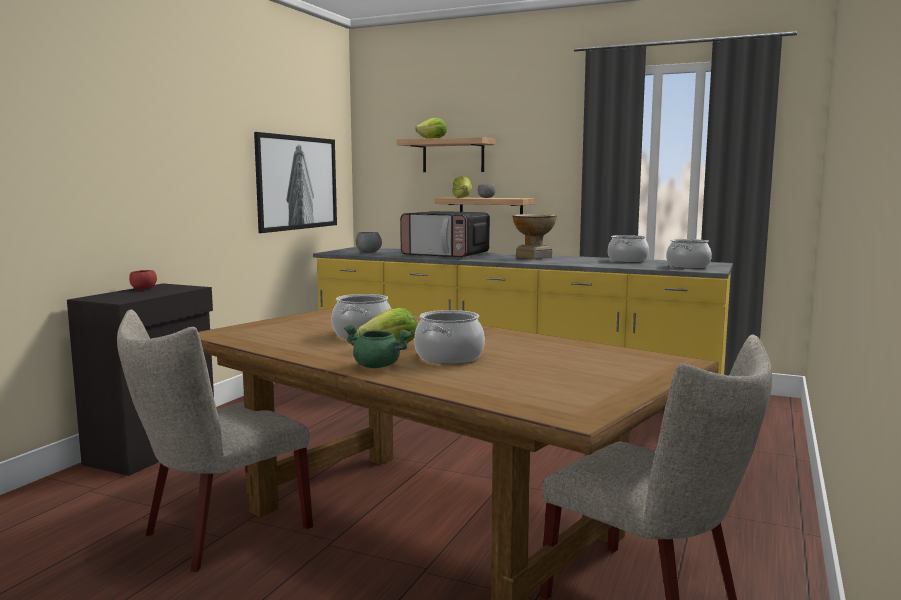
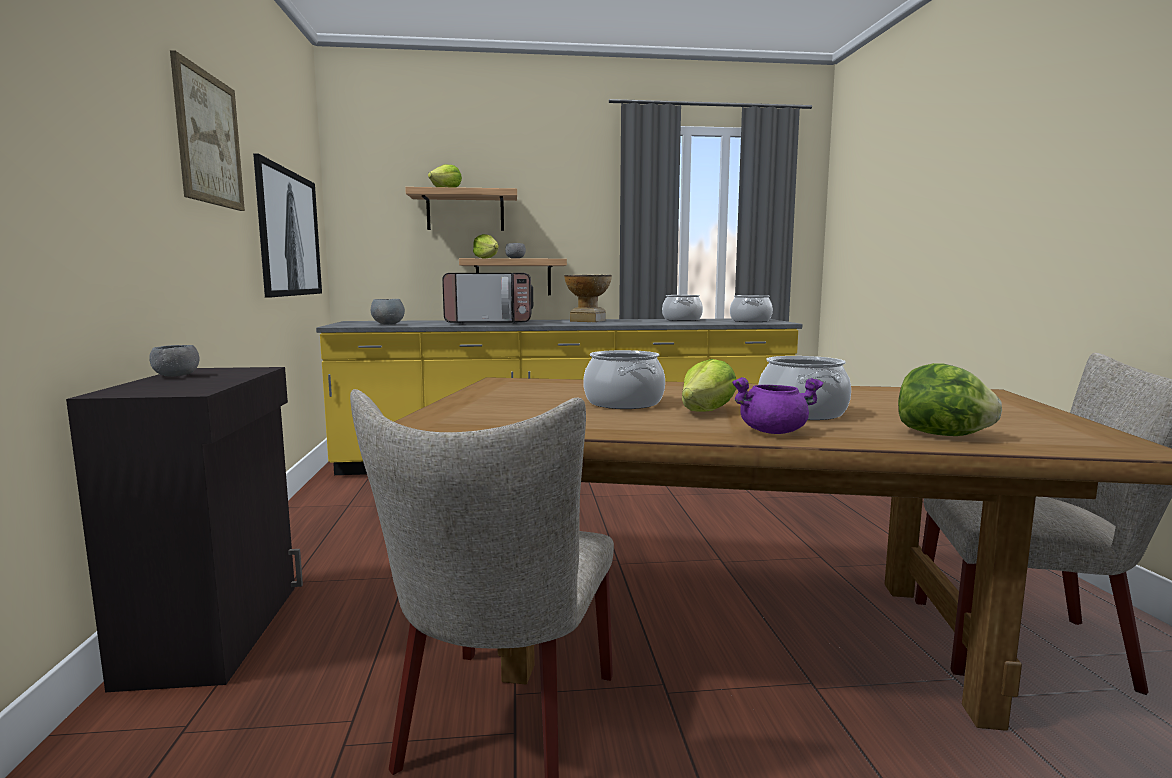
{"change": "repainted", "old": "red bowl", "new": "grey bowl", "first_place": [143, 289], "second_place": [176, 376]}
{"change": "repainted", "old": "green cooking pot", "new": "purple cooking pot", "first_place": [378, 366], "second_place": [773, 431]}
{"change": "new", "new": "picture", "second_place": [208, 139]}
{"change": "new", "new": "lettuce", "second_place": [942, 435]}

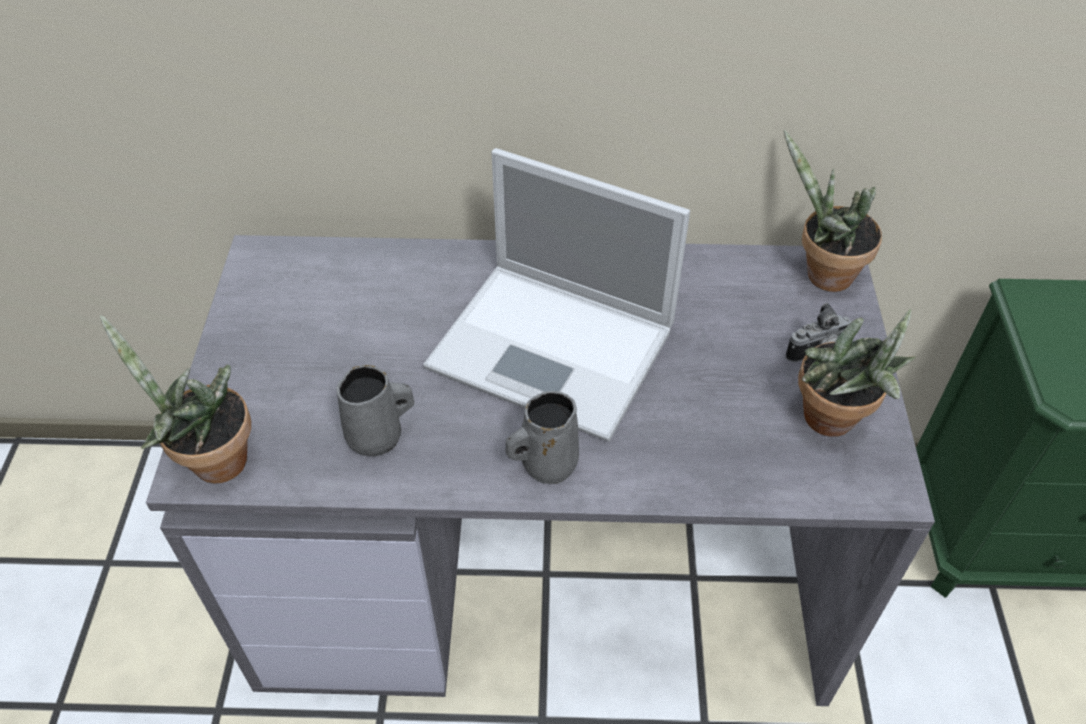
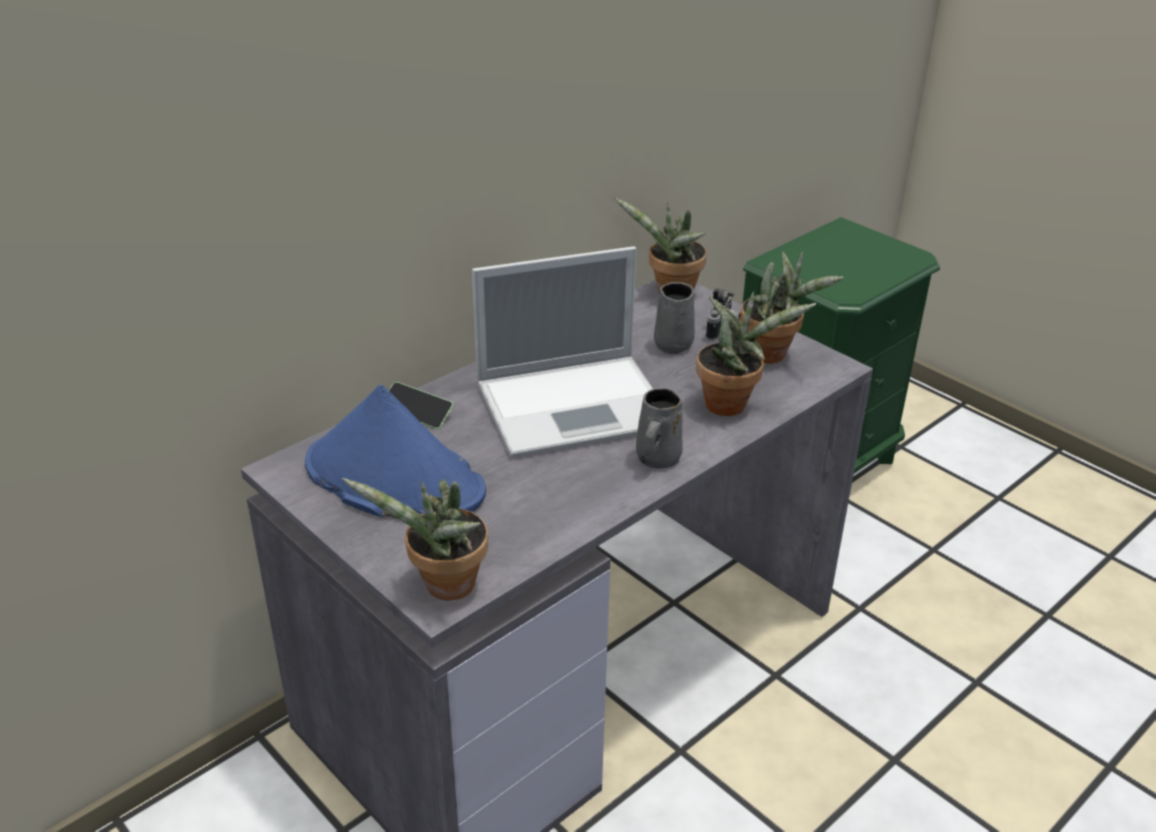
{"change": "shifted", "old": "grey mug", "first_place": [378, 437], "second_place": [674, 343]}
{"change": "new", "new": "blue hat", "second_place": [393, 479]}
{"change": "new", "new": "phone", "second_place": [417, 414]}
{"change": "new", "new": "potted plant", "second_place": [731, 403]}

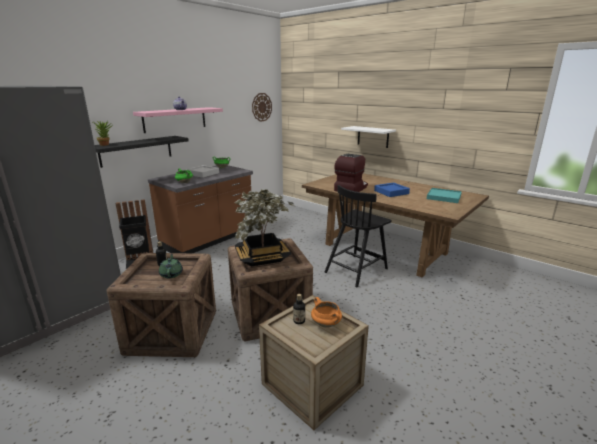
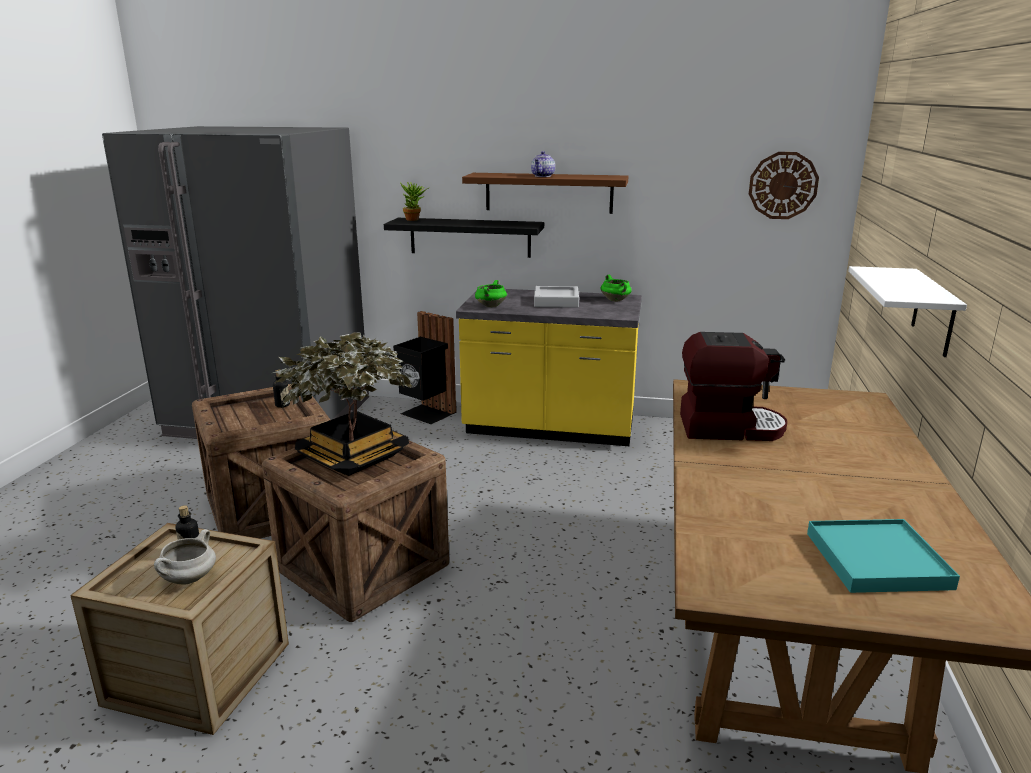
{"change": "repainted", "old": "pink shelf", "new": "brown shelf", "first_place": [175, 119], "second_place": [548, 193]}
{"change": "repainted", "old": "brown counter", "new": "yellow counter", "first_place": [209, 240], "second_place": [550, 428]}
{"change": "gone", "old": "green teapot", "first_place": [171, 274]}
{"change": "repainted", "old": "orange cooking pot", "new": "white cooking pot", "first_place": [326, 324], "second_place": [189, 579]}
{"change": "gone", "old": "black chair", "first_place": [356, 270]}
{"change": "gone", "old": "blue tray", "first_place": [391, 192]}

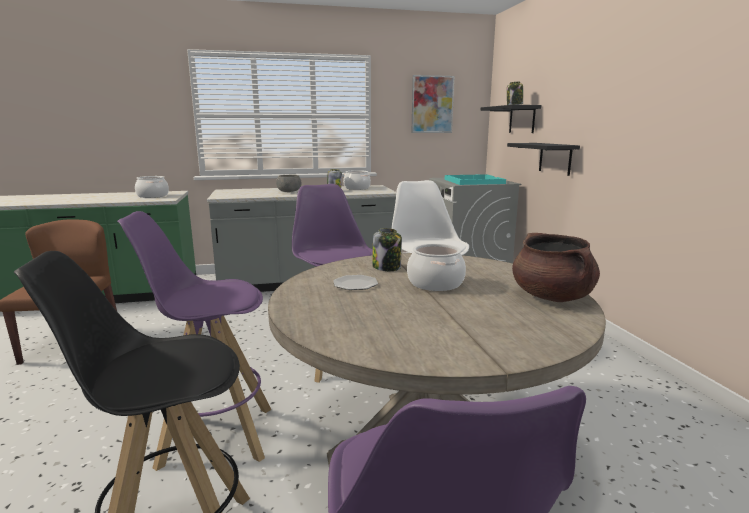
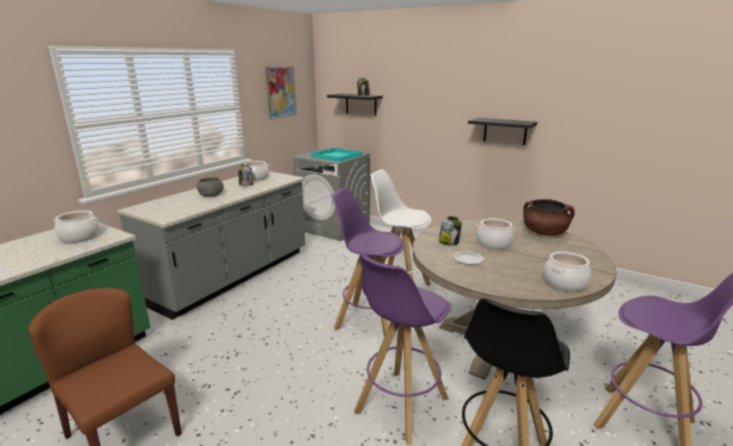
{"change": "shifted", "old": "black shelf", "first_place": [555, 158], "second_place": [505, 131]}
{"change": "new", "new": "cooking pot", "second_place": [565, 282]}

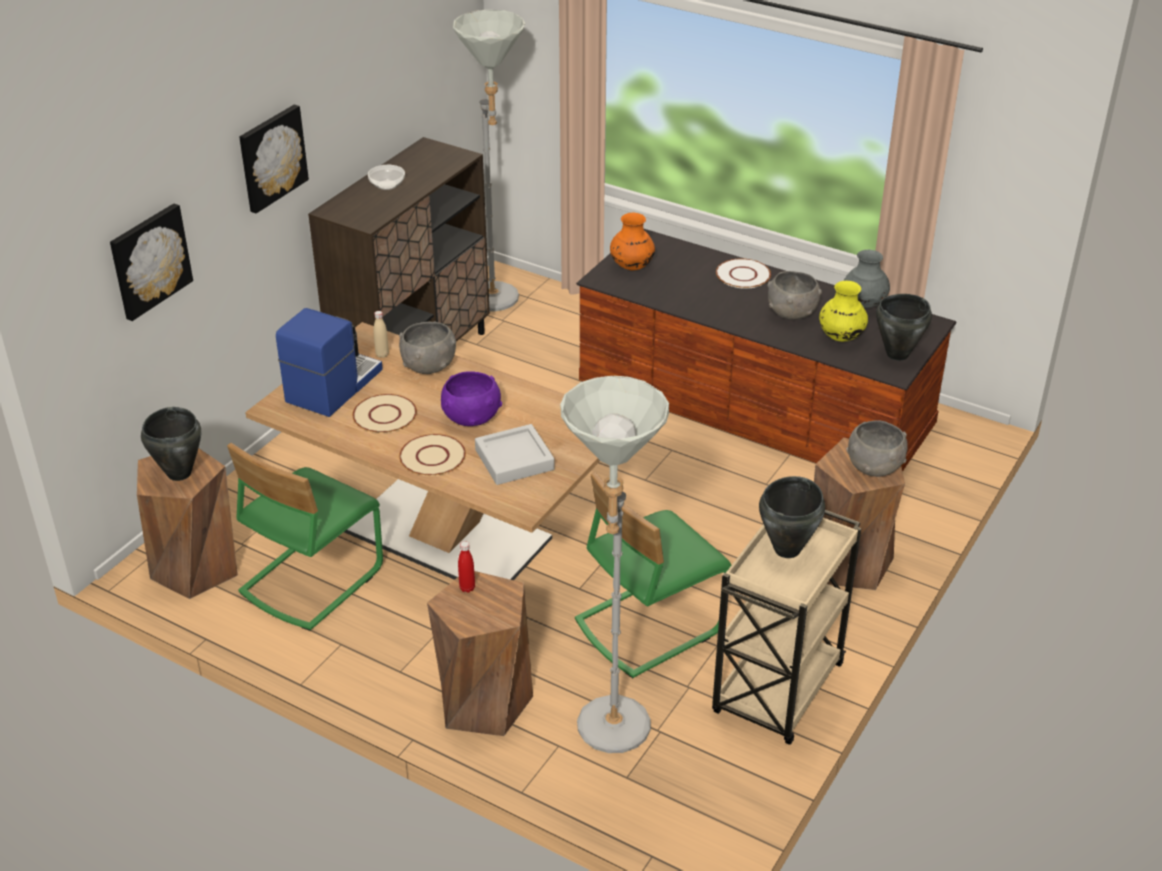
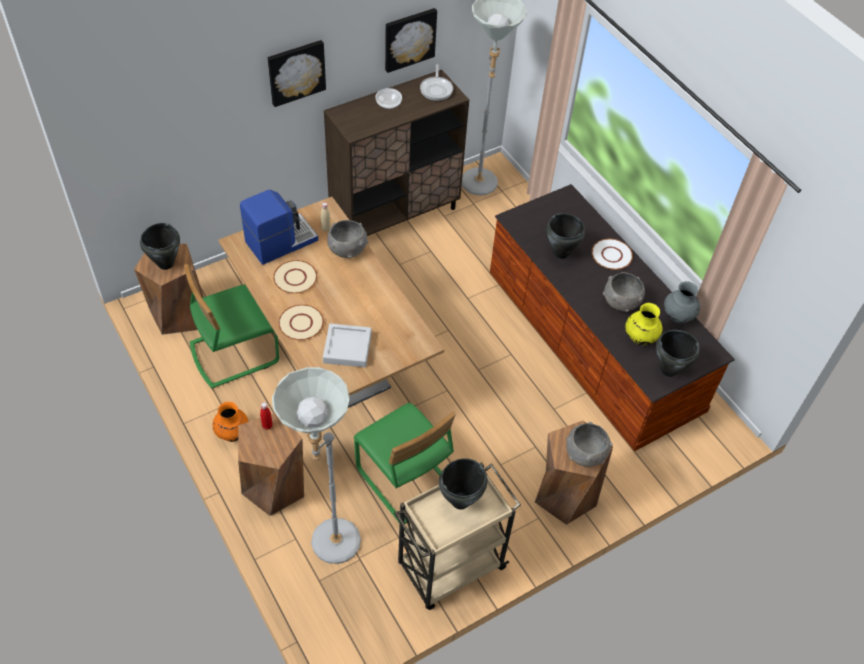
{"change": "shifted", "old": "picture", "first_place": [149, 260], "second_place": [409, 39]}
{"change": "gone", "old": "purple bowl", "first_place": [471, 418]}
{"change": "rotated", "old": "green chair", "first_place": [648, 625], "second_place": [405, 480], "degrees": -120}
{"change": "shifted", "old": "orange vase", "first_place": [631, 266], "second_place": [232, 433]}
{"change": "new", "new": "frying pan", "second_place": [436, 89]}
{"change": "new", "new": "black cooking pot", "second_place": [560, 253]}

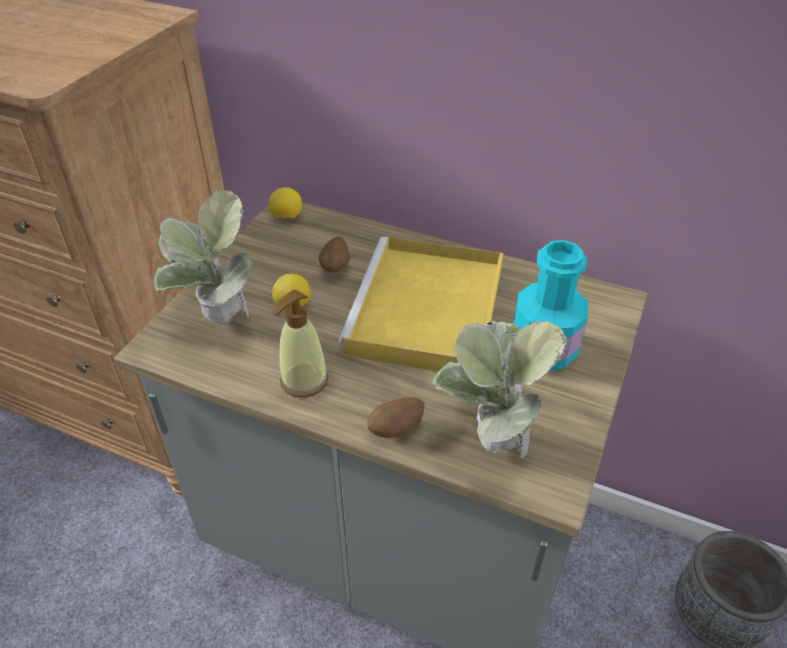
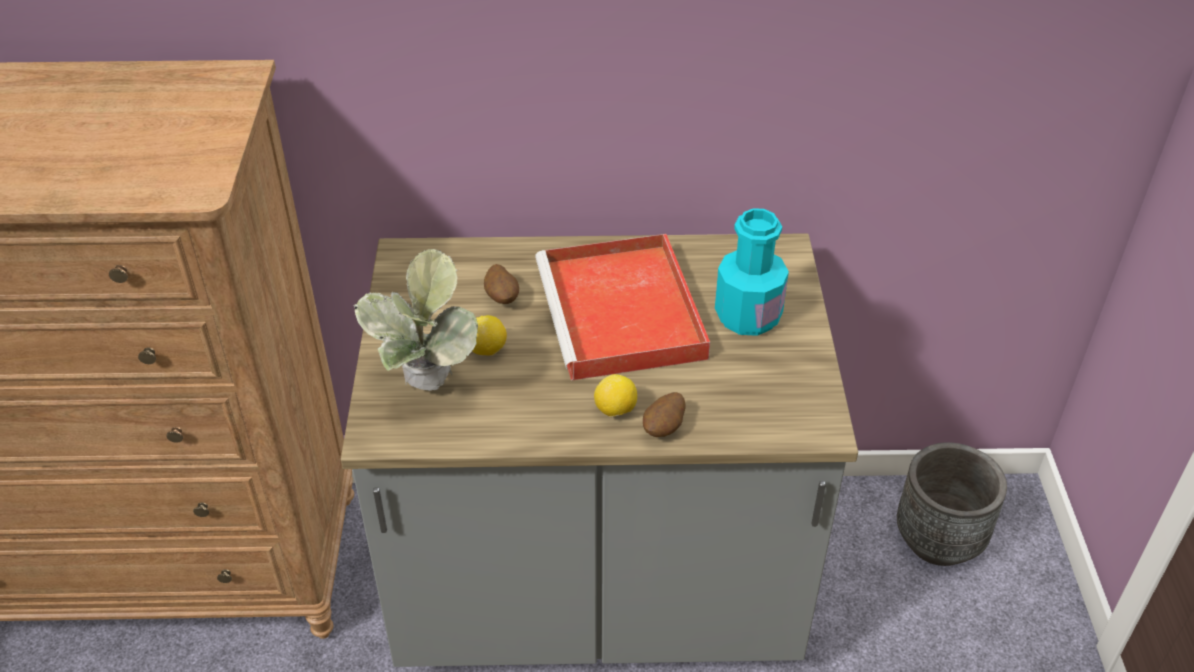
{"change": "shifted", "old": "lemon", "first_place": [287, 217], "second_place": [615, 410]}
{"change": "gone", "old": "soap dispenser", "first_place": [304, 381]}
{"change": "repainted", "old": "yellow tray", "new": "red tray", "first_place": [427, 312], "second_place": [623, 314]}
{"change": "gone", "old": "potted plant", "first_place": [489, 446]}

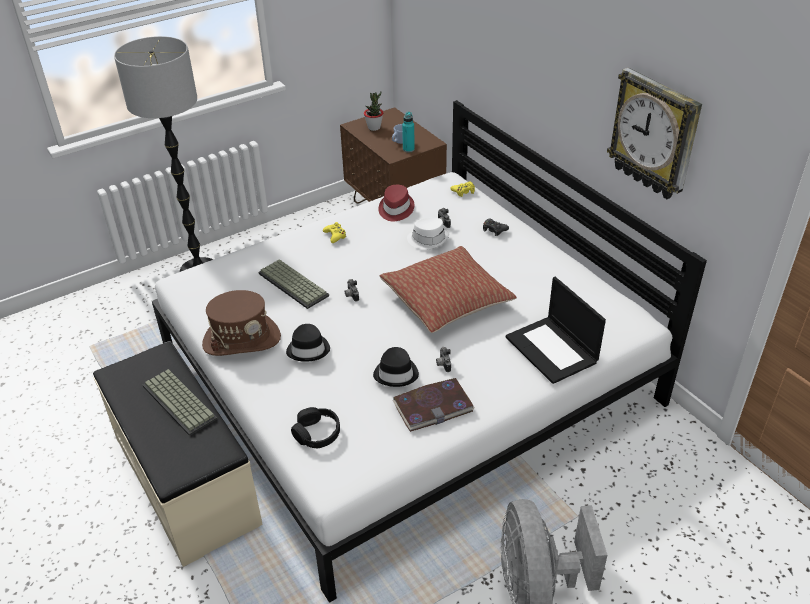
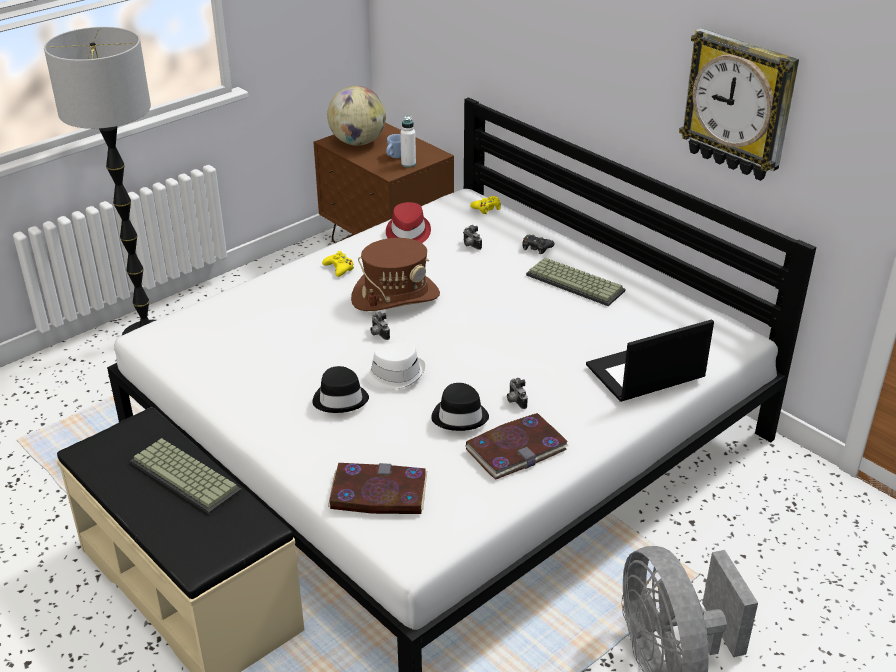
{"change": "shifted", "old": "brown hat", "first_place": [242, 340], "second_place": [395, 296]}
{"change": "shifted", "old": "keyboard", "first_place": [295, 284], "second_place": [576, 282]}
{"change": "swapped", "old": "black headphones", "new": "book", "first_place": [317, 433], "second_place": [378, 493]}
{"change": "swapped", "old": "potted plant", "new": "globe", "first_place": [374, 127], "second_place": [358, 142]}
{"change": "gone", "old": "pillow", "first_place": [447, 300]}
{"change": "repainted", "old": "turquoise bottle", "new": "white bottle", "first_place": [408, 149], "second_place": [408, 164]}
{"change": "shifted", "old": "white hat", "first_place": [428, 239], "second_place": [395, 374]}
{"change": "rotated", "old": "laptop", "first_place": [552, 350], "second_place": [644, 373], "degrees": 105}

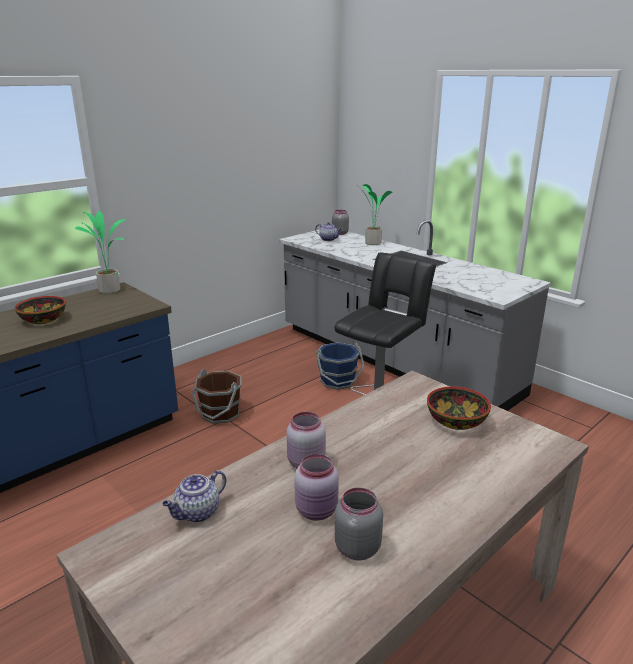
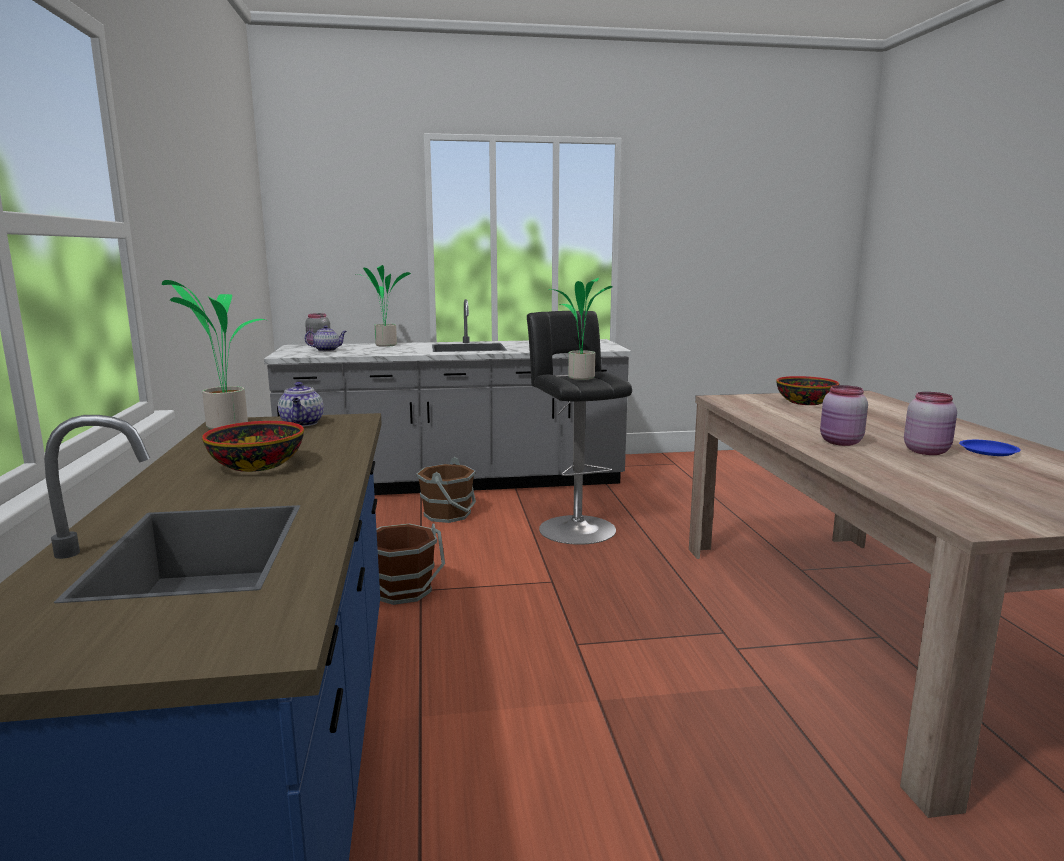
{"change": "shifted", "old": "teapot", "first_place": [197, 513], "second_place": [302, 423]}
{"change": "repainted", "old": "blue bucket", "new": "brown bucket", "first_place": [338, 381], "second_place": [448, 514]}
{"change": "swapped", "old": "grey jar", "new": "blue plate", "first_place": [356, 548], "second_place": [988, 451]}
{"change": "new", "new": "potted plant", "second_place": [580, 378]}

